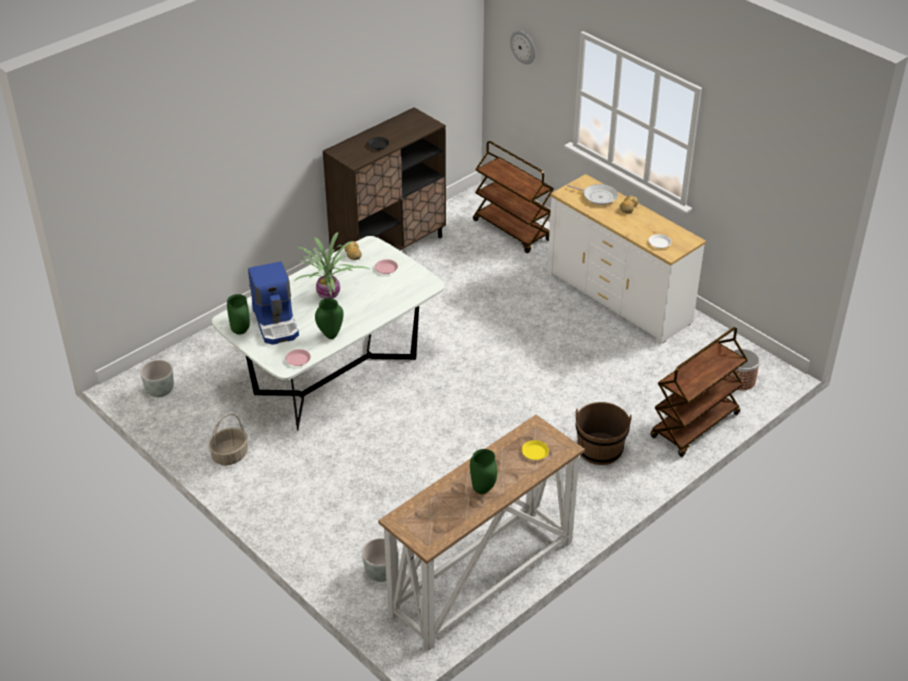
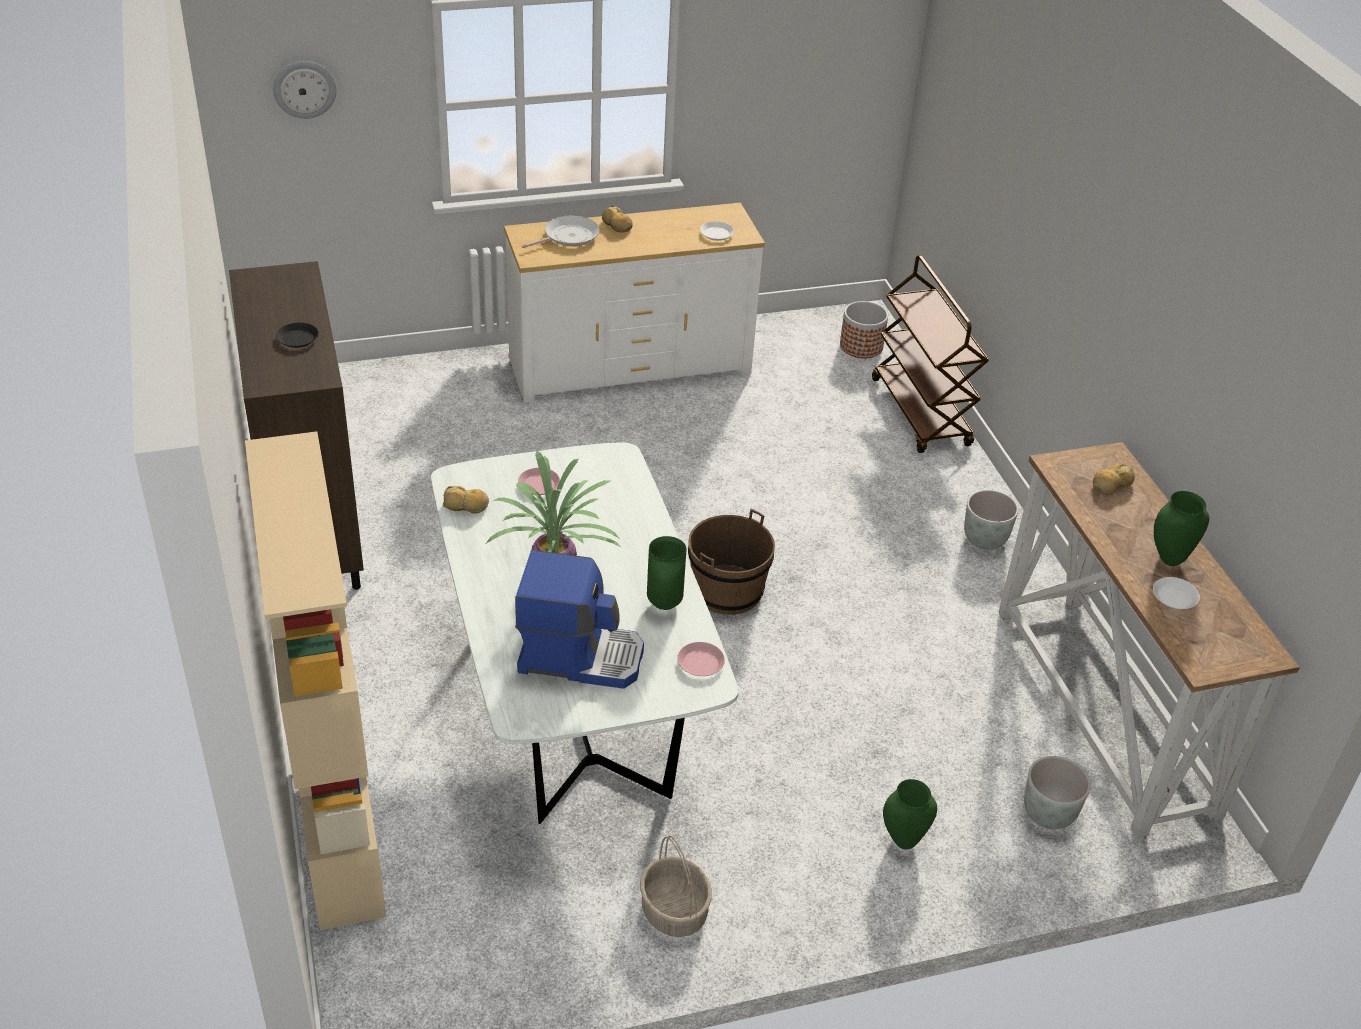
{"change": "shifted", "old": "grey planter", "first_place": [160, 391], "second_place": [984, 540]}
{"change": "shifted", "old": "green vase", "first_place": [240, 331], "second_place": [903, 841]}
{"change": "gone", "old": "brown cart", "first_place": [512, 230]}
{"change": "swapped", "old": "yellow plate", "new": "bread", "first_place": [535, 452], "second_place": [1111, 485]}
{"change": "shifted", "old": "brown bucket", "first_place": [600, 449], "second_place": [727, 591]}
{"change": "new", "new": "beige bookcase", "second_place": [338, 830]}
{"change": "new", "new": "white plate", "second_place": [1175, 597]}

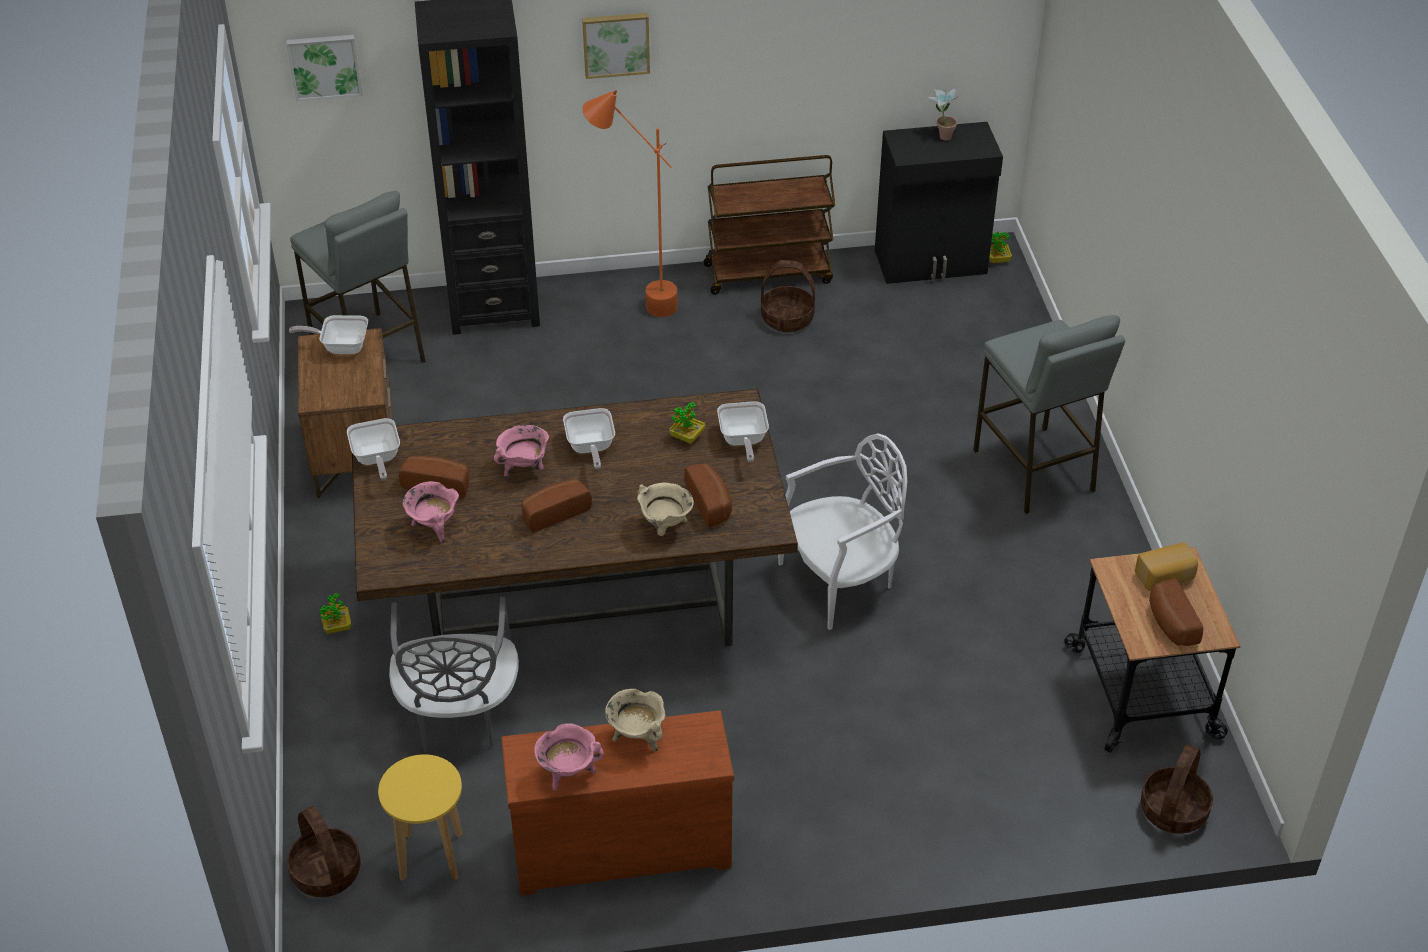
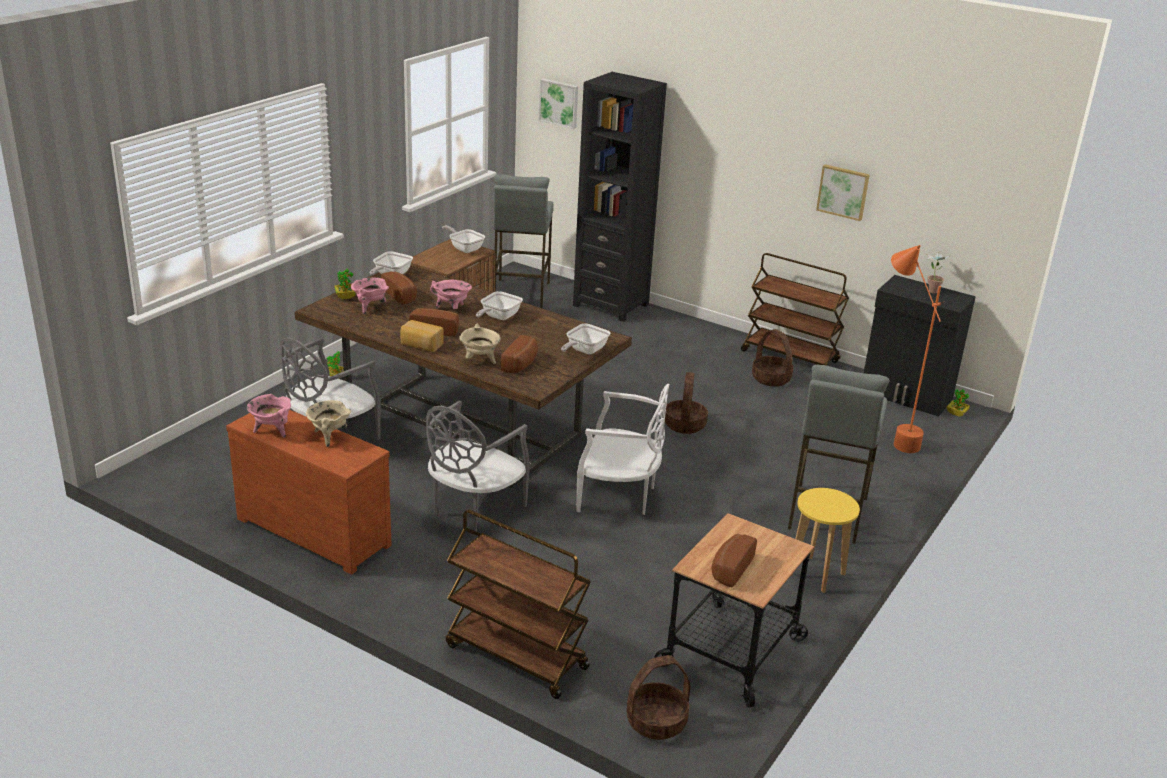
{"change": "shifted", "old": "basket", "first_place": [325, 872], "second_place": [684, 424]}
{"change": "shifted", "old": "yellow stool", "first_place": [431, 857], "second_place": [816, 575]}
{"change": "shifted", "old": "picture", "first_place": [616, 44], "second_place": [843, 192]}
{"change": "shifted", "old": "orange floor lamp", "first_place": [636, 302], "second_place": [890, 435]}
{"change": "shifted", "old": "potted plant", "first_place": [687, 437], "second_place": [345, 297]}
{"change": "shifted", "old": "bread", "first_place": [1165, 577], "second_place": [421, 345]}
{"change": "new", "new": "grey chair", "second_place": [473, 508]}
{"change": "new", "new": "brown cart", "second_place": [515, 657]}

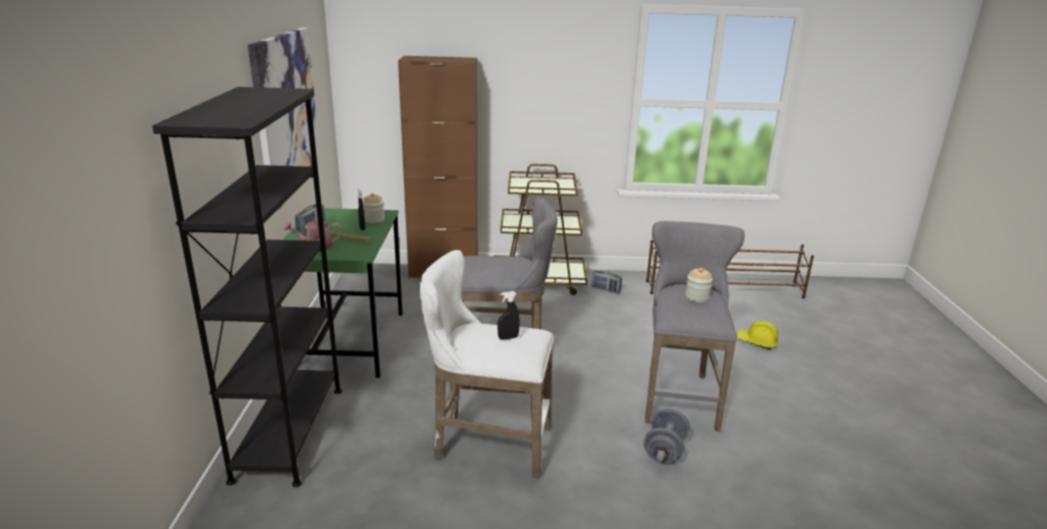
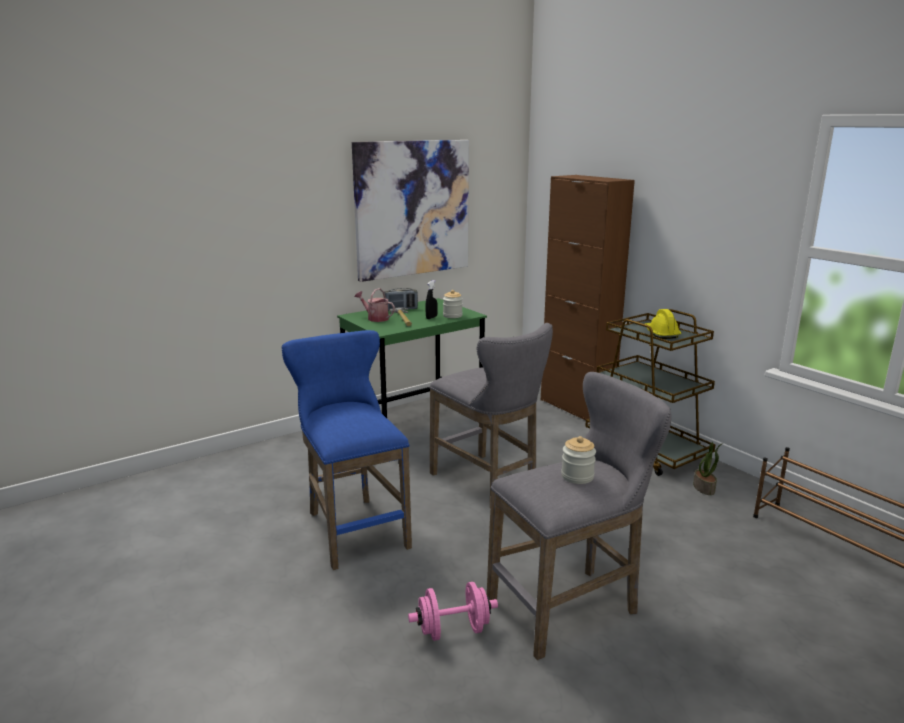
{"change": "gone", "old": "black bookcase", "first_place": [289, 432]}
{"change": "repainted", "old": "white stool", "new": "blue stool", "first_place": [486, 444], "second_place": [353, 527]}
{"change": "gone", "old": "black spray bottle", "first_place": [508, 338]}
{"change": "swapped", "old": "radio", "new": "potted plant", "first_place": [605, 290], "second_place": [704, 488]}
{"change": "repainted", "old": "grey dumbbell", "new": "pink dumbbell", "first_place": [664, 451], "second_place": [453, 630]}
{"change": "shifted", "old": "yellow hard hat", "first_place": [756, 342], "second_place": [661, 333]}

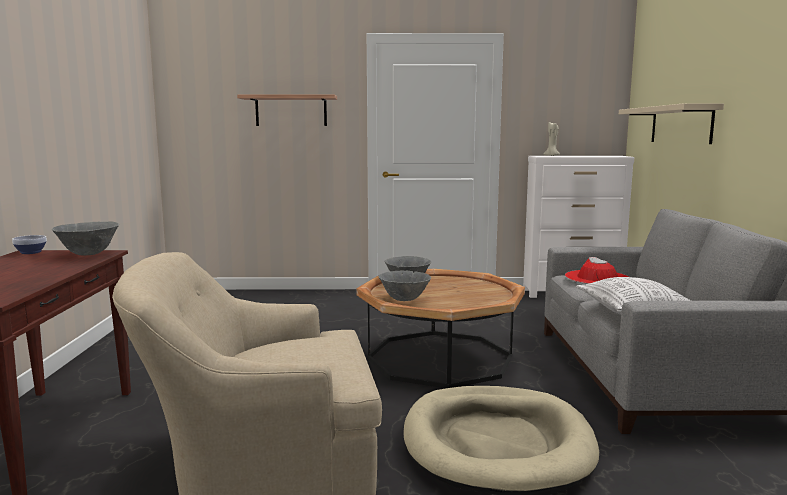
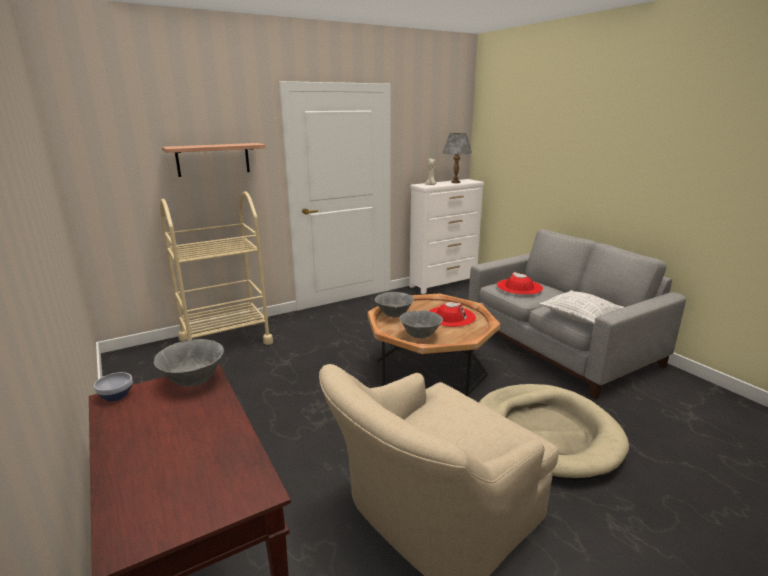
{"change": "gone", "old": "beige shelf", "first_place": [680, 125]}
{"change": "new", "new": "beige cart", "second_place": [225, 340]}
{"change": "new", "new": "red hat", "second_place": [450, 316]}
{"change": "new", "new": "grey table lamp", "second_place": [455, 182]}

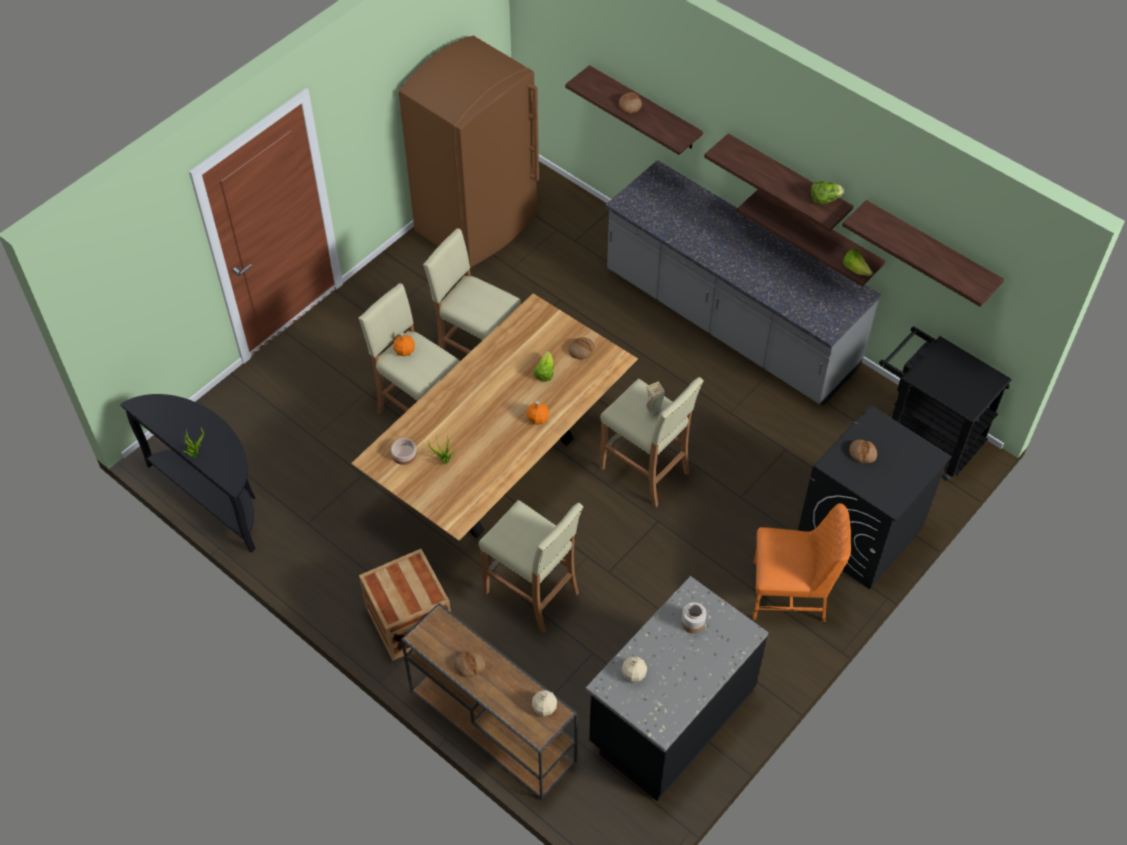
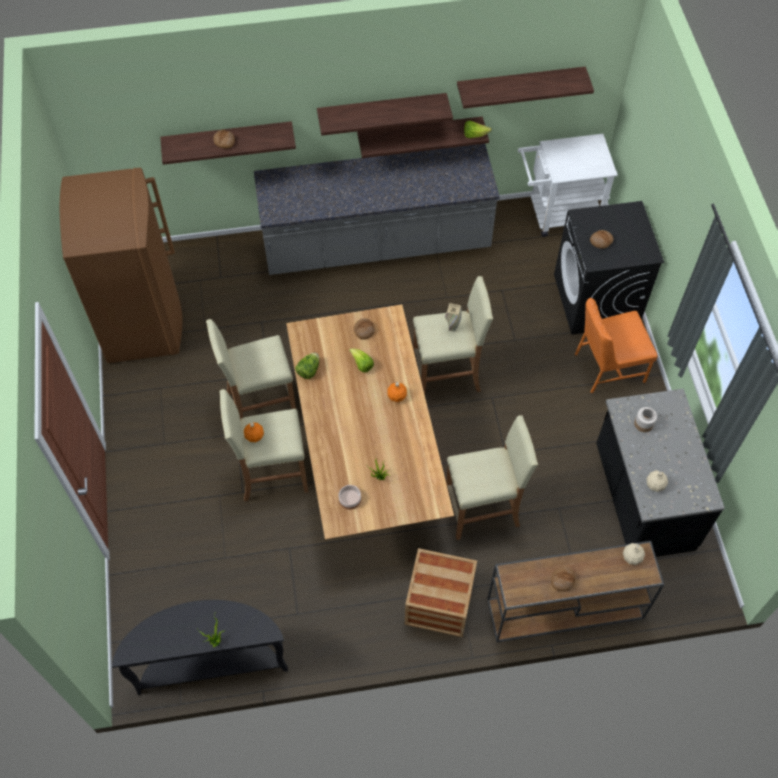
{"change": "rotated", "old": "orange chair", "first_place": [790, 593], "second_place": [607, 367], "degrees": -150}
{"change": "shifted", "old": "lettuce", "first_place": [824, 199], "second_place": [309, 370]}
{"change": "repainted", "old": "black cart", "new": "white cart", "first_place": [925, 436], "second_place": [558, 214]}

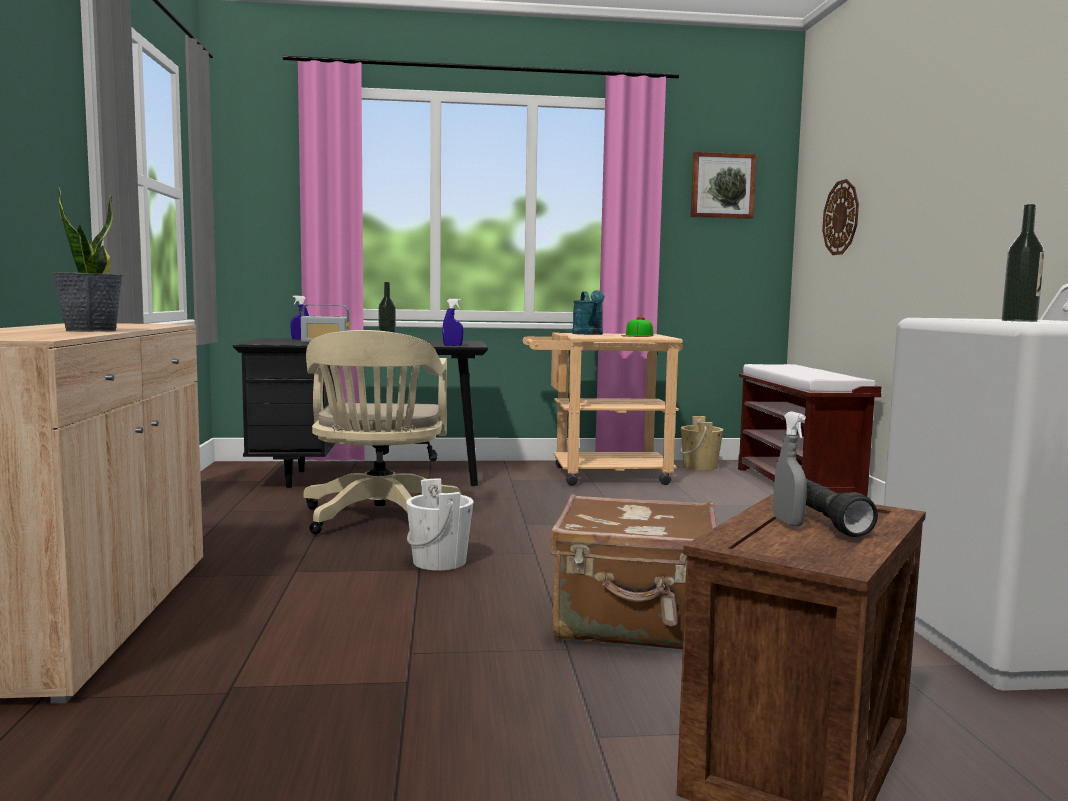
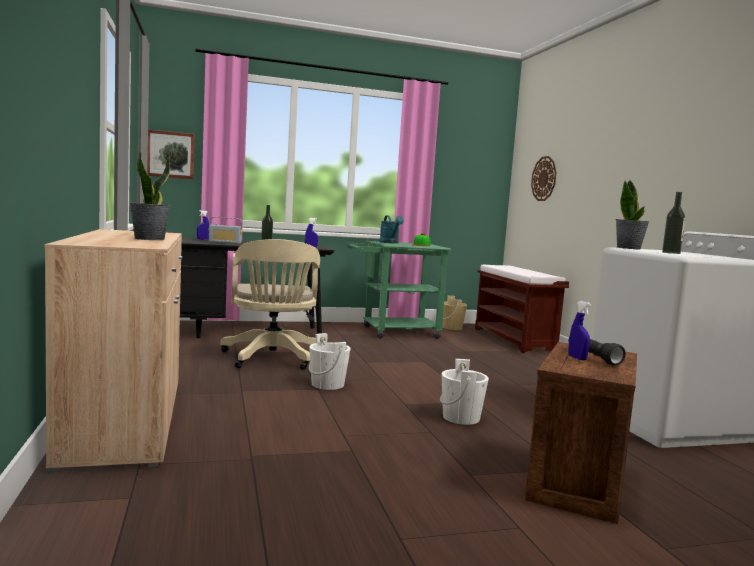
{"change": "repainted", "old": "beige cart", "new": "green cart", "first_place": [599, 475], "second_place": [393, 332]}
{"change": "swapped", "old": "brown suitcase", "new": "white bucket", "first_place": [636, 623], "second_place": [461, 418]}
{"change": "shifted", "old": "picture", "first_place": [722, 186], "second_place": [170, 154]}
{"change": "repainted", "old": "grey spray bottle", "new": "blue spray bottle", "first_place": [788, 522], "second_place": [577, 358]}
{"change": "new", "new": "potted plant", "second_place": [629, 248]}

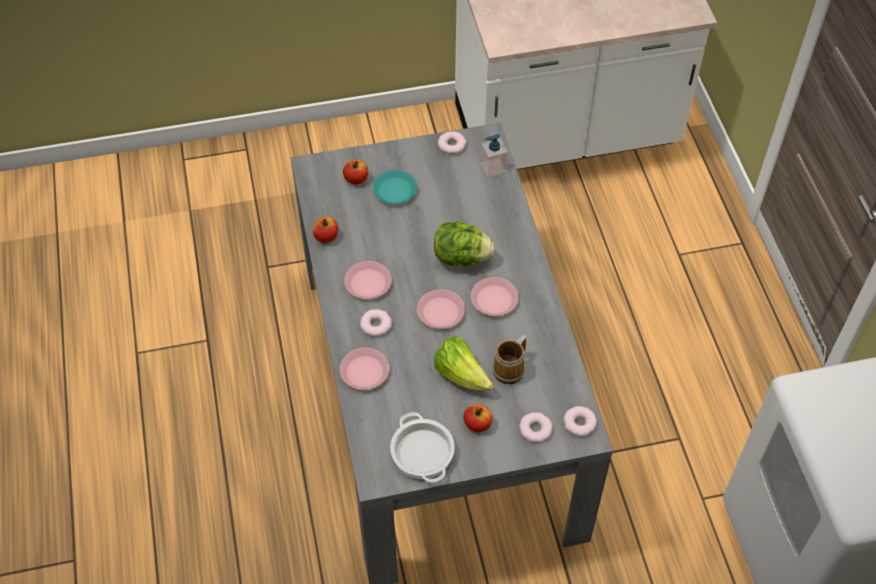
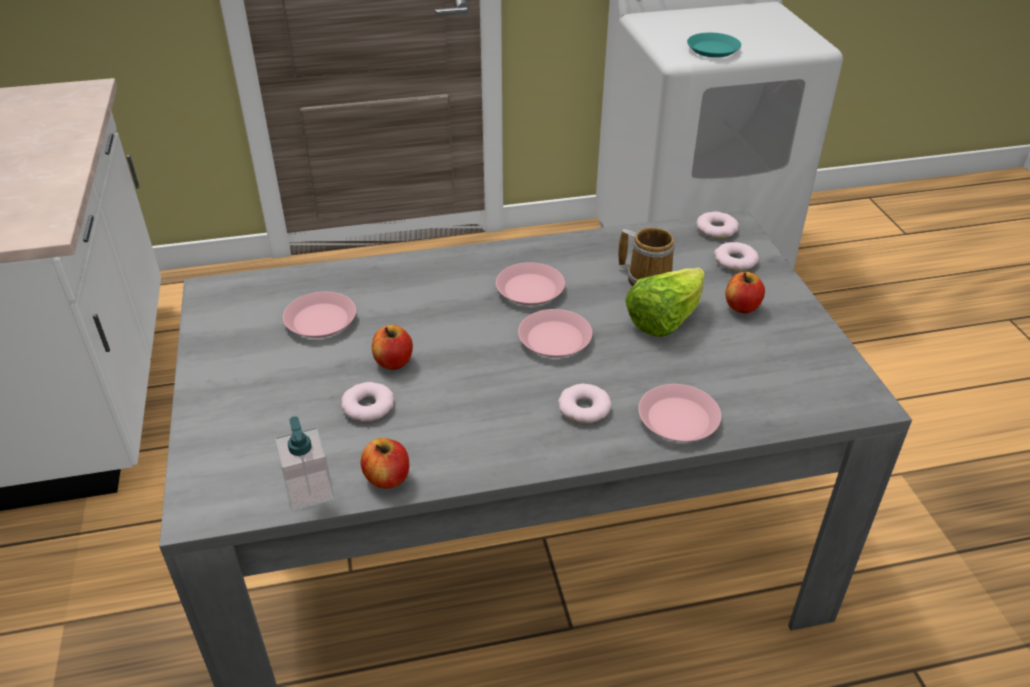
{"change": "shifted", "old": "apple", "first_place": [356, 179], "second_place": [393, 362]}
{"change": "shifted", "old": "pink plate", "first_place": [368, 283], "second_place": [321, 320]}
{"change": "shifted", "old": "turquoise plate", "first_place": [394, 190], "second_place": [713, 49]}
{"change": "gone", "old": "cooking pot", "first_place": [423, 453]}
{"change": "gone", "old": "lettuce", "first_place": [461, 257]}
{"change": "shifted", "old": "donut", "first_place": [451, 145], "second_place": [368, 406]}
{"change": "shifted", "old": "soap dispenser", "first_place": [493, 167], "second_place": [309, 490]}

